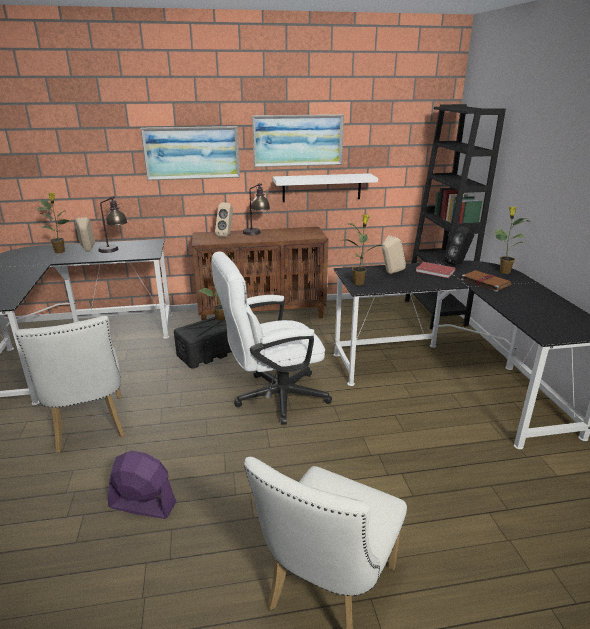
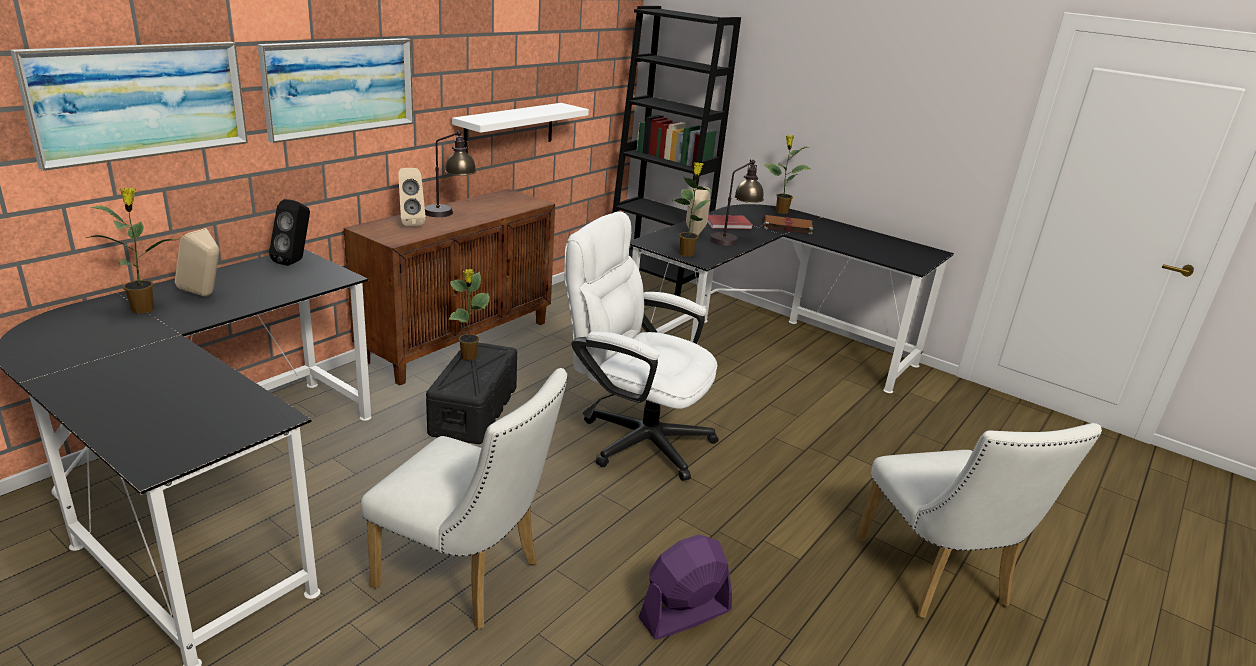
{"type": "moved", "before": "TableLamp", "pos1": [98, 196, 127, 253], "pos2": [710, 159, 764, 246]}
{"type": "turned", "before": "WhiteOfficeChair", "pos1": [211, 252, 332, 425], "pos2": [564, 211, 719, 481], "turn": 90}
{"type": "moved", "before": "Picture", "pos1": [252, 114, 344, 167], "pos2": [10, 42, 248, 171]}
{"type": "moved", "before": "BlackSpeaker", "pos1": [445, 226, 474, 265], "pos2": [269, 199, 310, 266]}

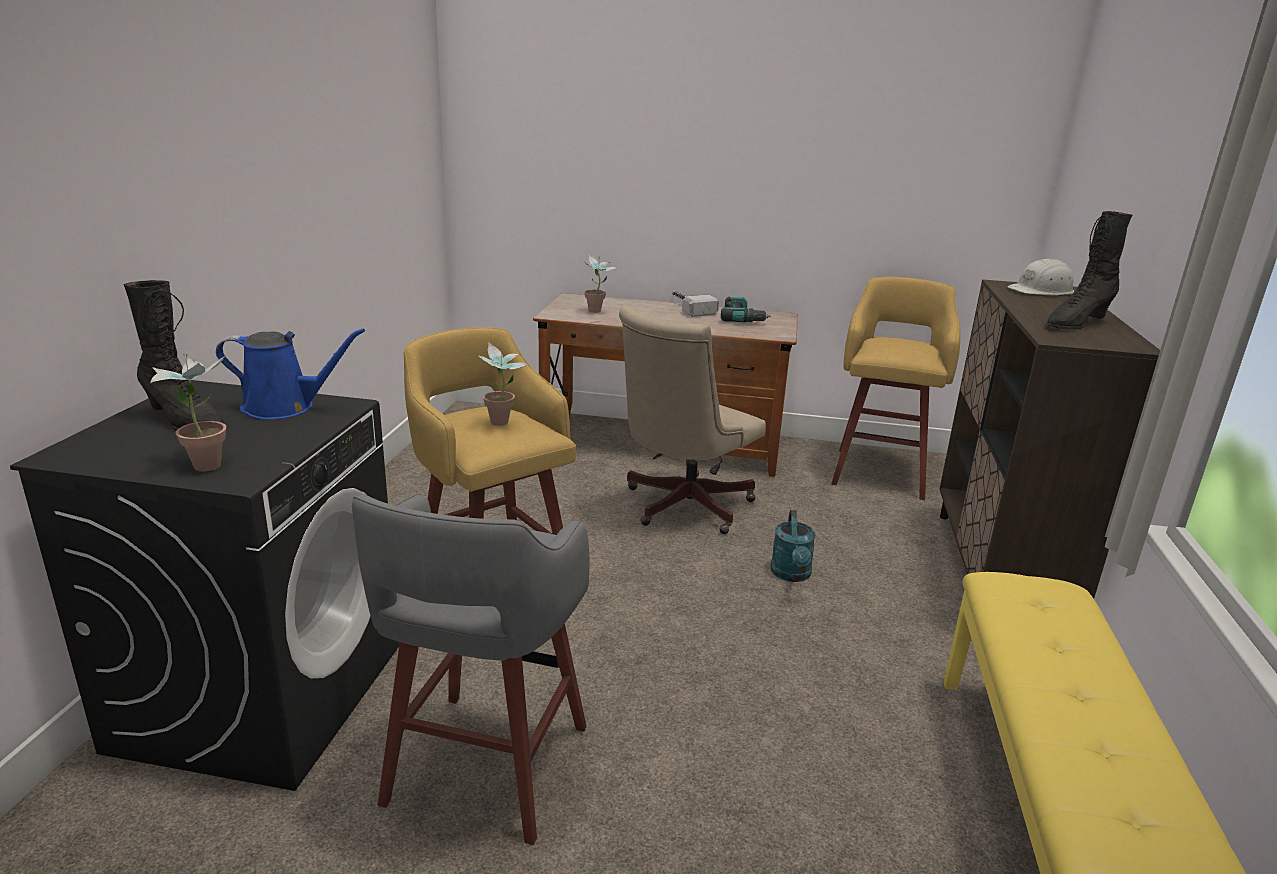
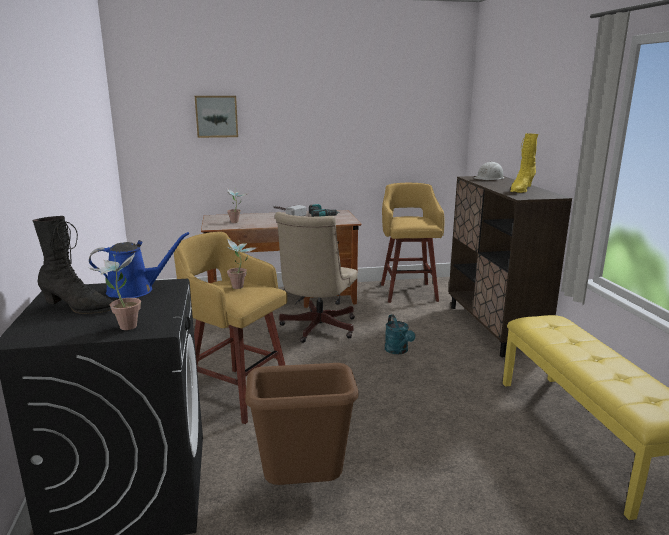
{"type": "replaced", "before": "GreyStool", "after": "BrownTrashCan", "pos1": [352, 494, 589, 845], "pos2": [245, 363, 359, 485]}
{"type": "recoloured", "before": "BlackBoot", "after": "YellowBoot", "pos1": [1045, 211, 1132, 330], "pos2": [510, 133, 538, 193]}
{"type": "added", "after": "Picture", "pos2": [195, 96, 238, 138]}

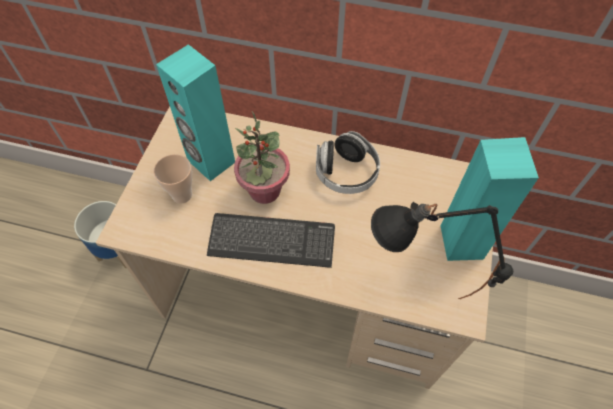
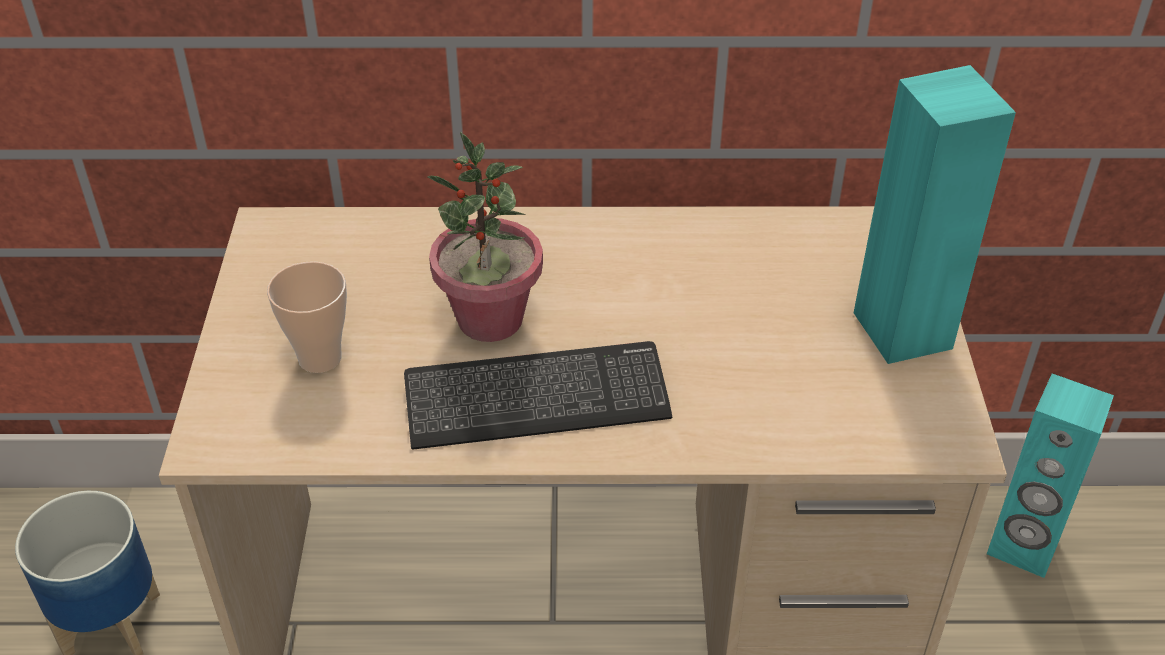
{"type": "moved", "before": "TurquoiseSpeaker", "pos1": [156, 44, 235, 181], "pos2": [987, 373, 1114, 578]}
{"type": "removed", "before": "Headphones", "pos1": [316, 131, 380, 194]}
{"type": "removed", "before": "BlackTableLamp", "pos1": [371, 202, 513, 299]}

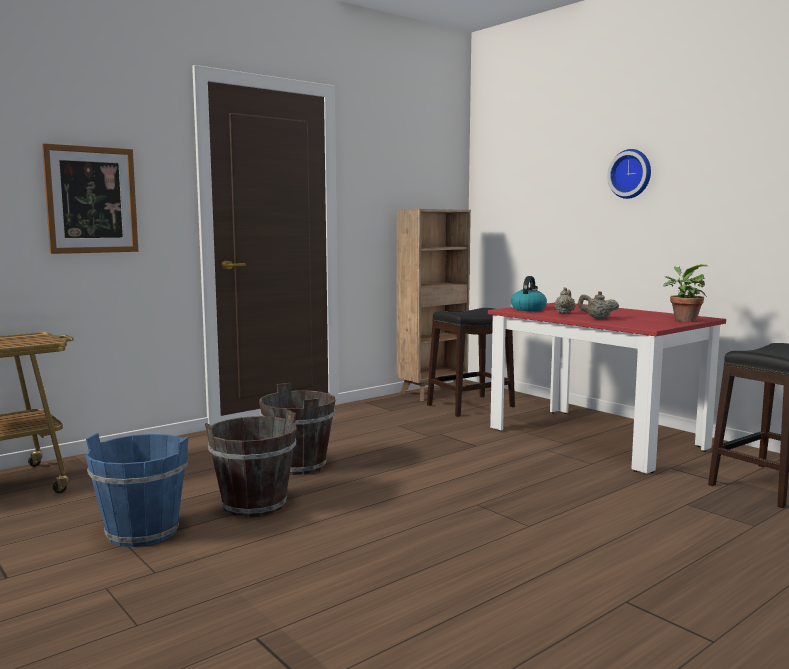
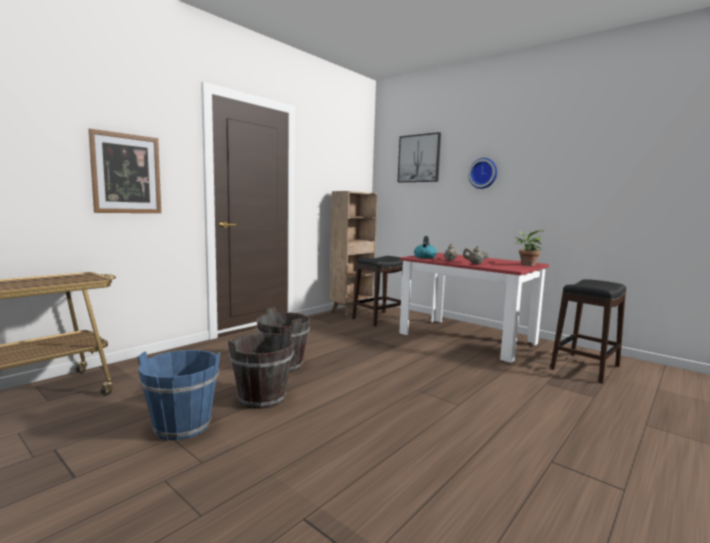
{"type": "added", "after": "Picture", "pos2": [398, 132, 441, 182]}

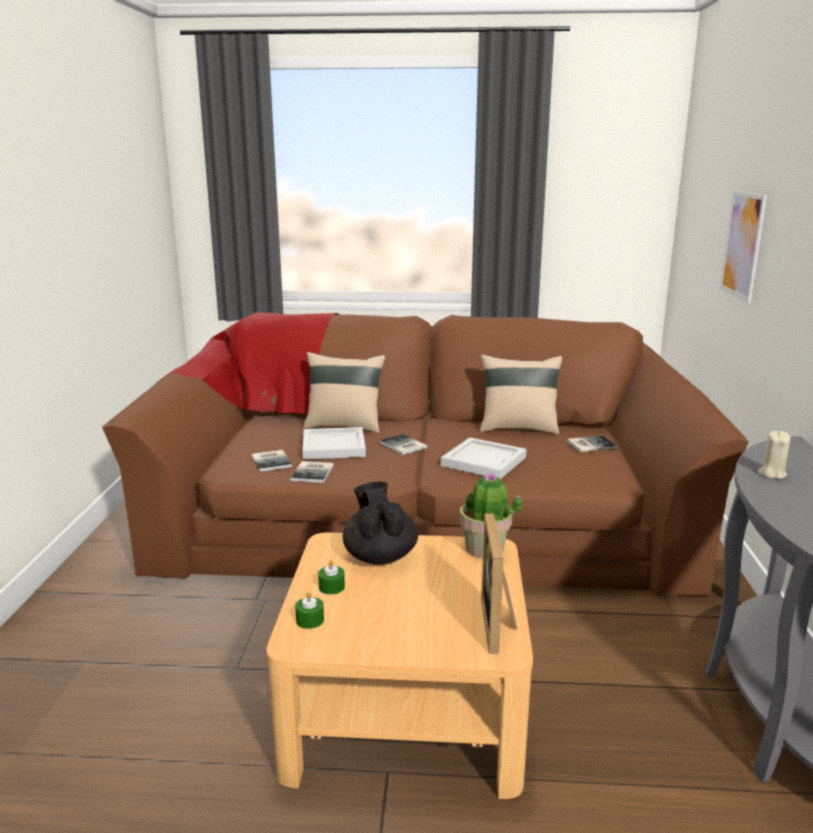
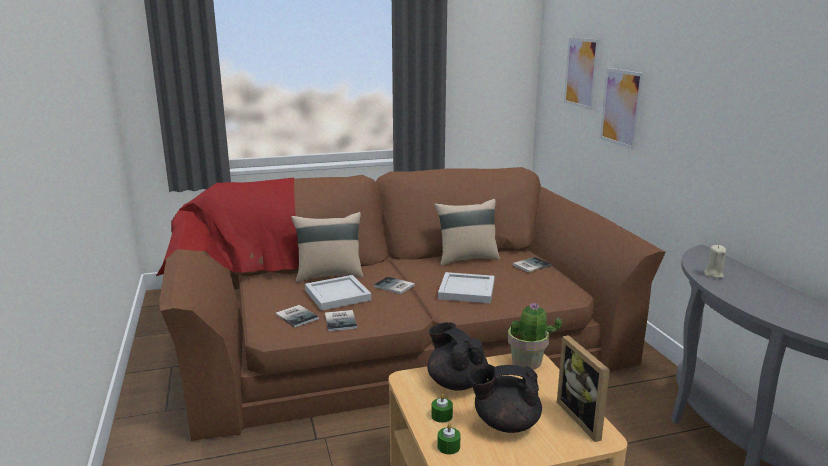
{"type": "added", "after": "BlackTeapot", "pos2": [469, 364, 542, 433]}
{"type": "added", "after": "Picture", "pos2": [564, 37, 600, 110]}

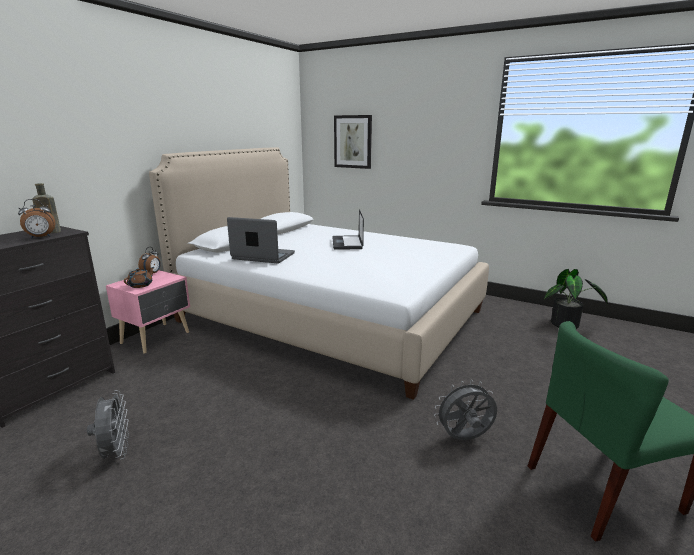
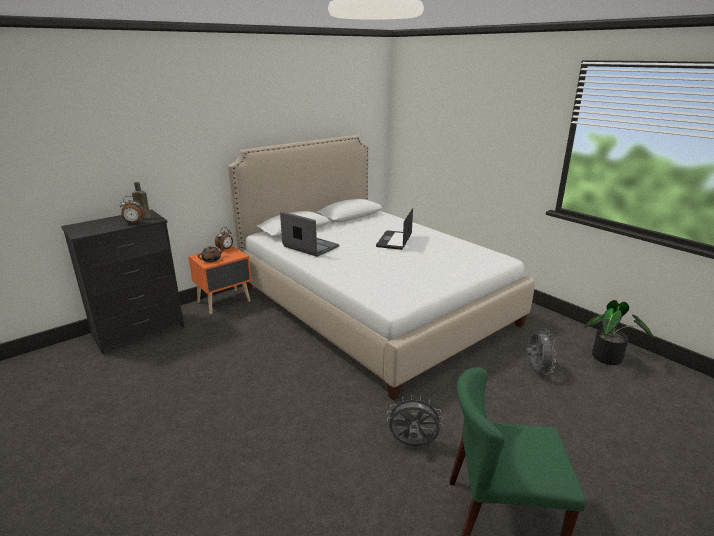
{"type": "moved", "before": "GreyFan", "pos1": [87, 390, 129, 460], "pos2": [526, 329, 556, 375]}
{"type": "recoloured", "before": "PinkNightstand", "after": "OrangeNightstand", "pos1": [106, 270, 190, 353], "pos2": [188, 246, 251, 314]}
{"type": "removed", "before": "Picture", "pos1": [334, 115, 372, 169]}

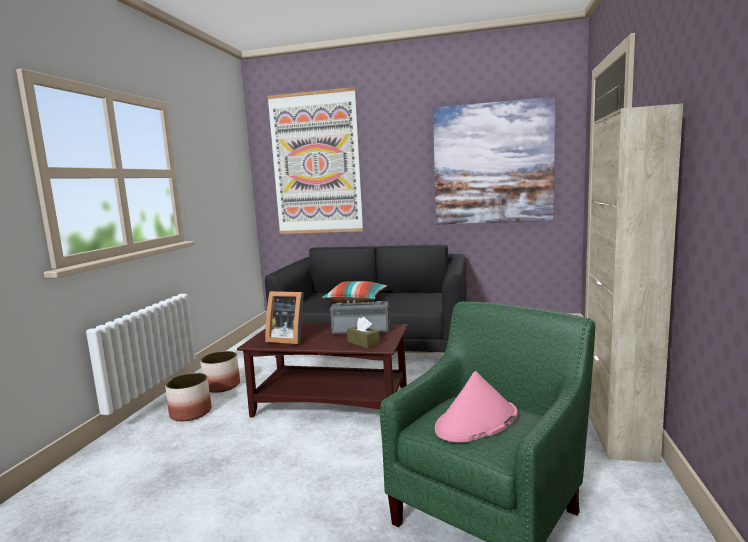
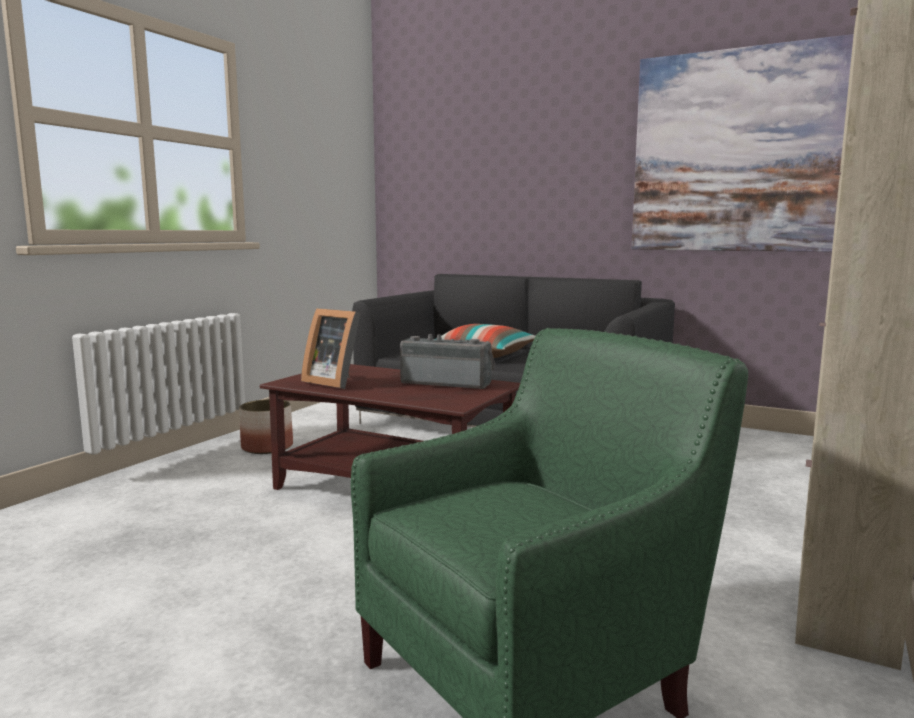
{"type": "removed", "before": "Planter", "pos1": [165, 373, 211, 421]}
{"type": "removed", "before": "Picture", "pos1": [267, 87, 363, 234]}
{"type": "removed", "before": "BrownTissueBox", "pos1": [347, 317, 380, 349]}
{"type": "removed", "before": "PinkHat", "pos1": [435, 371, 517, 443]}

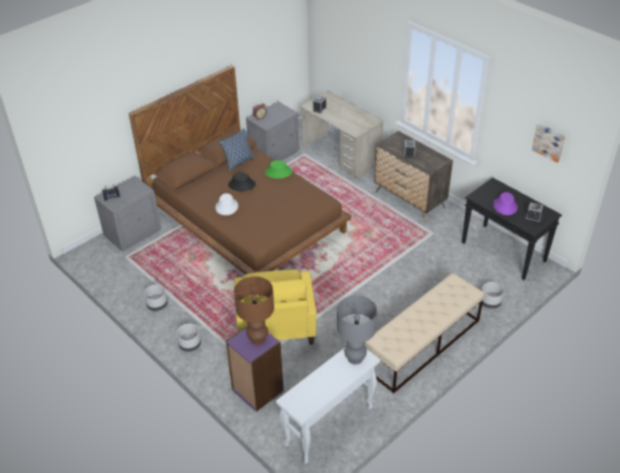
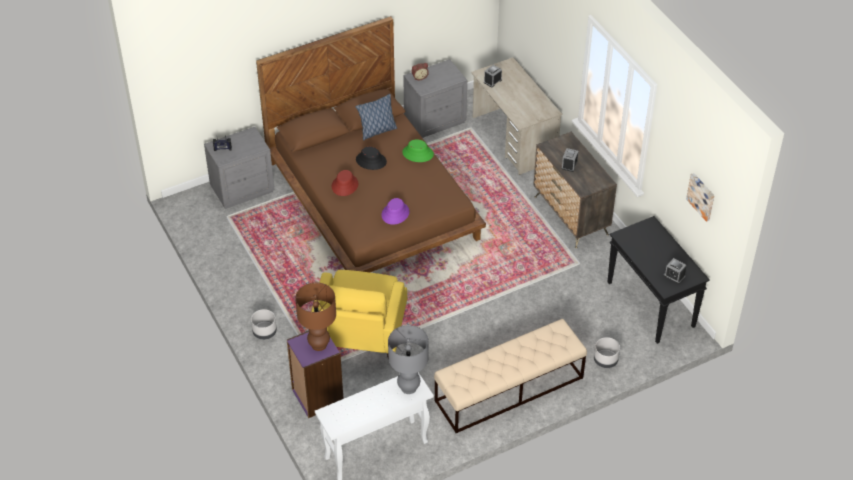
{"type": "removed", "before": "GreyPlanter", "pos1": [144, 284, 168, 311]}
{"type": "recoloured", "before": "WhiteHat", "after": "RedHat", "pos1": [215, 193, 238, 215], "pos2": [332, 170, 358, 196]}
{"type": "moved", "before": "PurpleHat", "pos1": [493, 192, 518, 215], "pos2": [382, 198, 409, 225]}

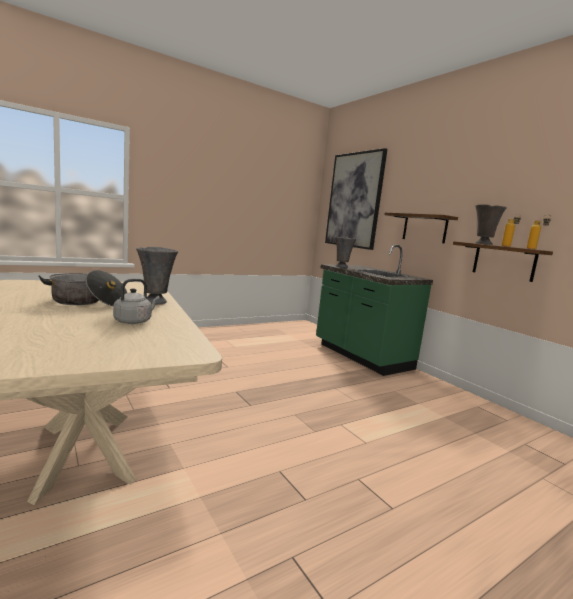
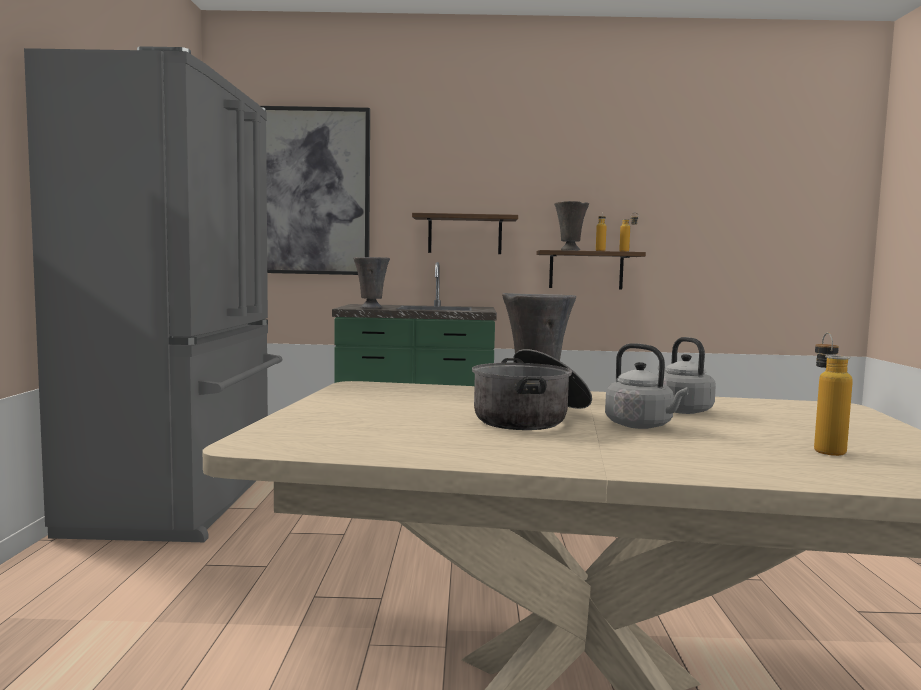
{"type": "added", "after": "GreyFridge", "pos2": [24, 46, 282, 542]}
{"type": "added", "after": "GreyKettle", "pos2": [605, 343, 689, 429]}
{"type": "added", "after": "Bottle", "pos2": [814, 332, 853, 456]}

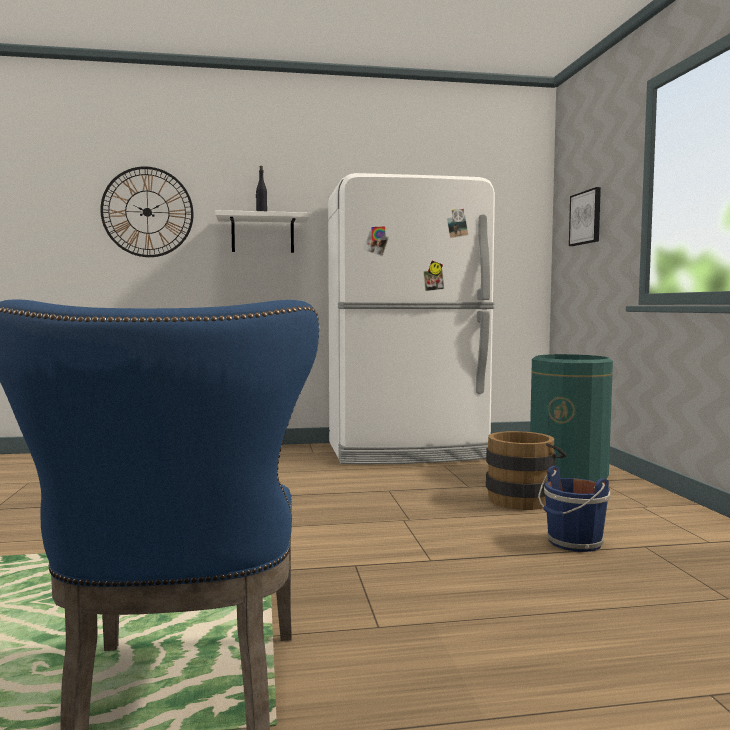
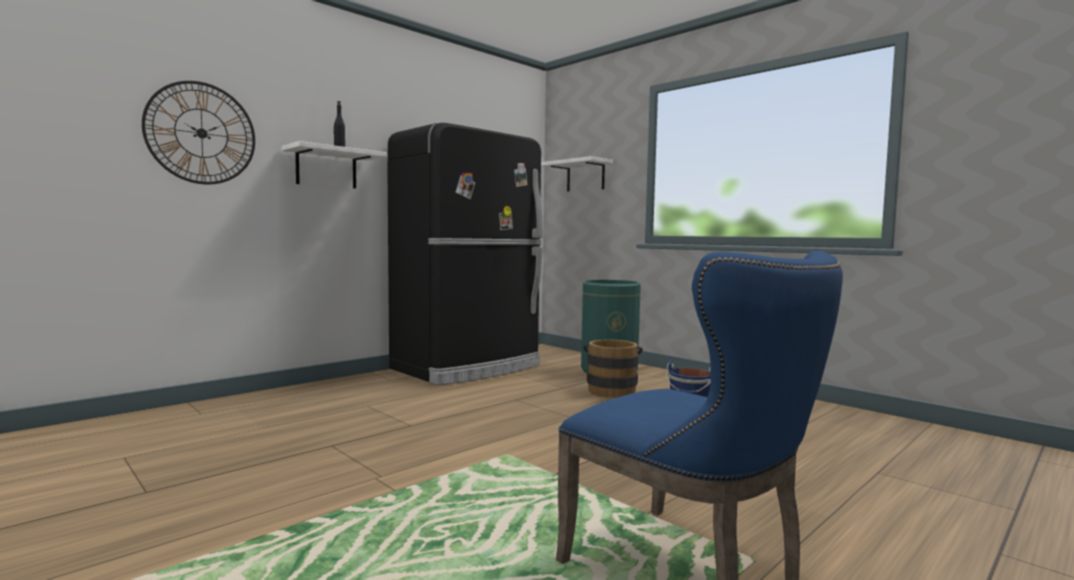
{"type": "recoloured", "before": "WhiteFridge", "after": "BlackFridge", "pos1": [328, 173, 495, 464], "pos2": [387, 123, 543, 385]}
{"type": "replaced", "before": "Picture", "after": "WhiteShelf", "pos1": [569, 187, 601, 246], "pos2": [541, 156, 613, 191]}

